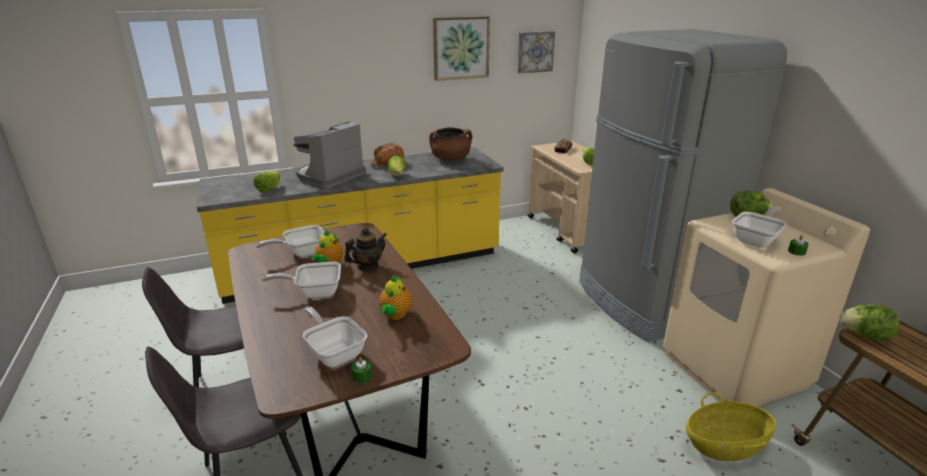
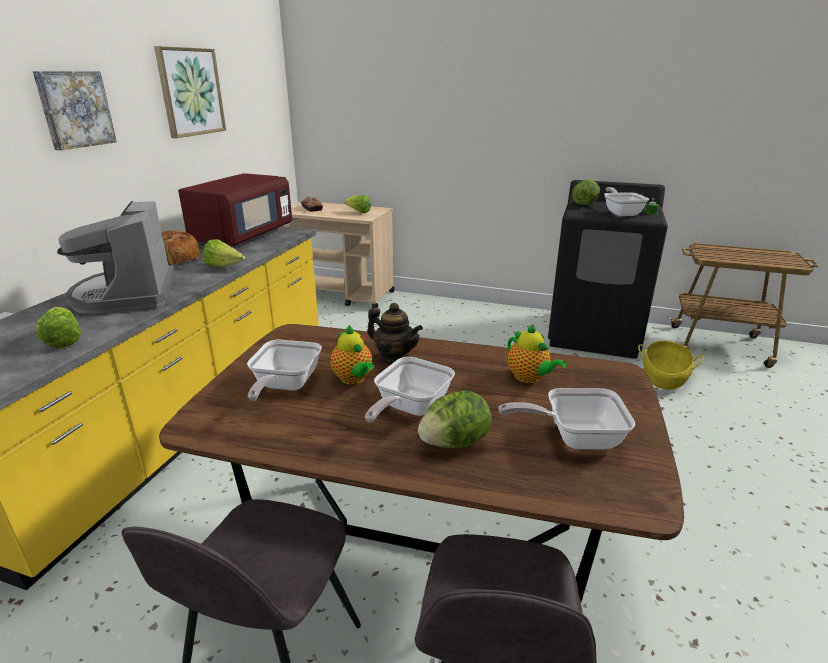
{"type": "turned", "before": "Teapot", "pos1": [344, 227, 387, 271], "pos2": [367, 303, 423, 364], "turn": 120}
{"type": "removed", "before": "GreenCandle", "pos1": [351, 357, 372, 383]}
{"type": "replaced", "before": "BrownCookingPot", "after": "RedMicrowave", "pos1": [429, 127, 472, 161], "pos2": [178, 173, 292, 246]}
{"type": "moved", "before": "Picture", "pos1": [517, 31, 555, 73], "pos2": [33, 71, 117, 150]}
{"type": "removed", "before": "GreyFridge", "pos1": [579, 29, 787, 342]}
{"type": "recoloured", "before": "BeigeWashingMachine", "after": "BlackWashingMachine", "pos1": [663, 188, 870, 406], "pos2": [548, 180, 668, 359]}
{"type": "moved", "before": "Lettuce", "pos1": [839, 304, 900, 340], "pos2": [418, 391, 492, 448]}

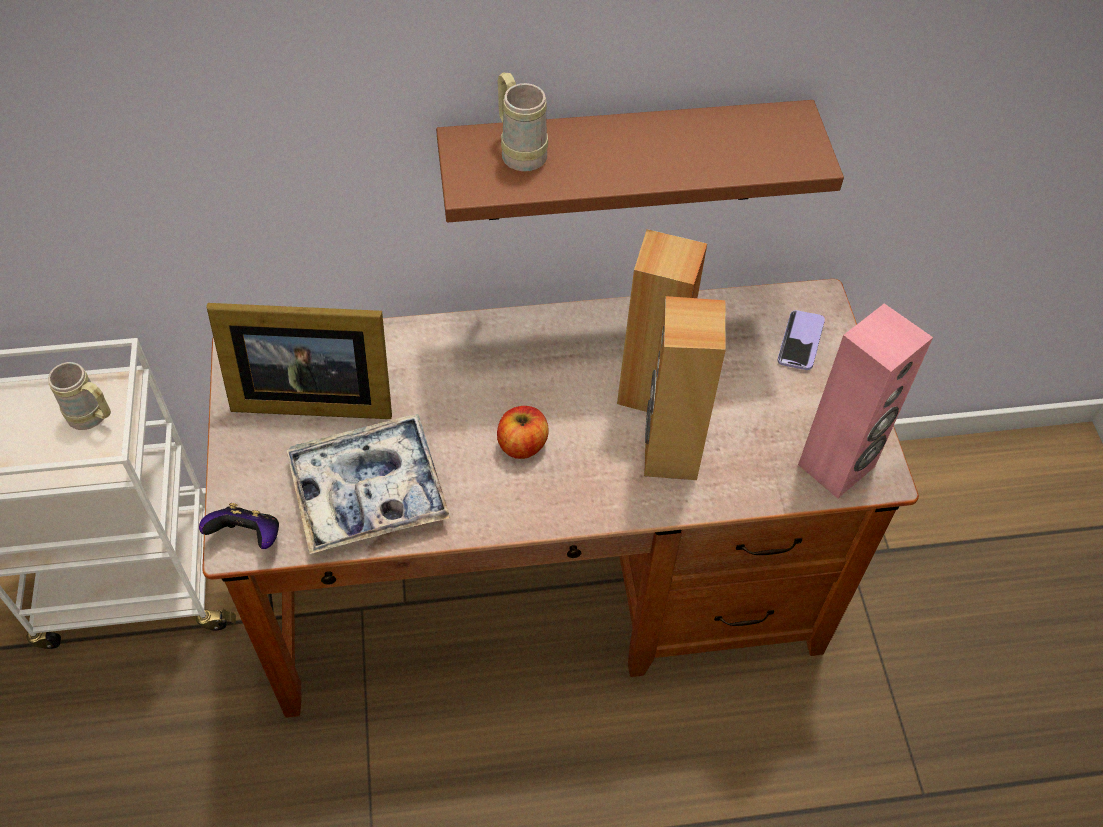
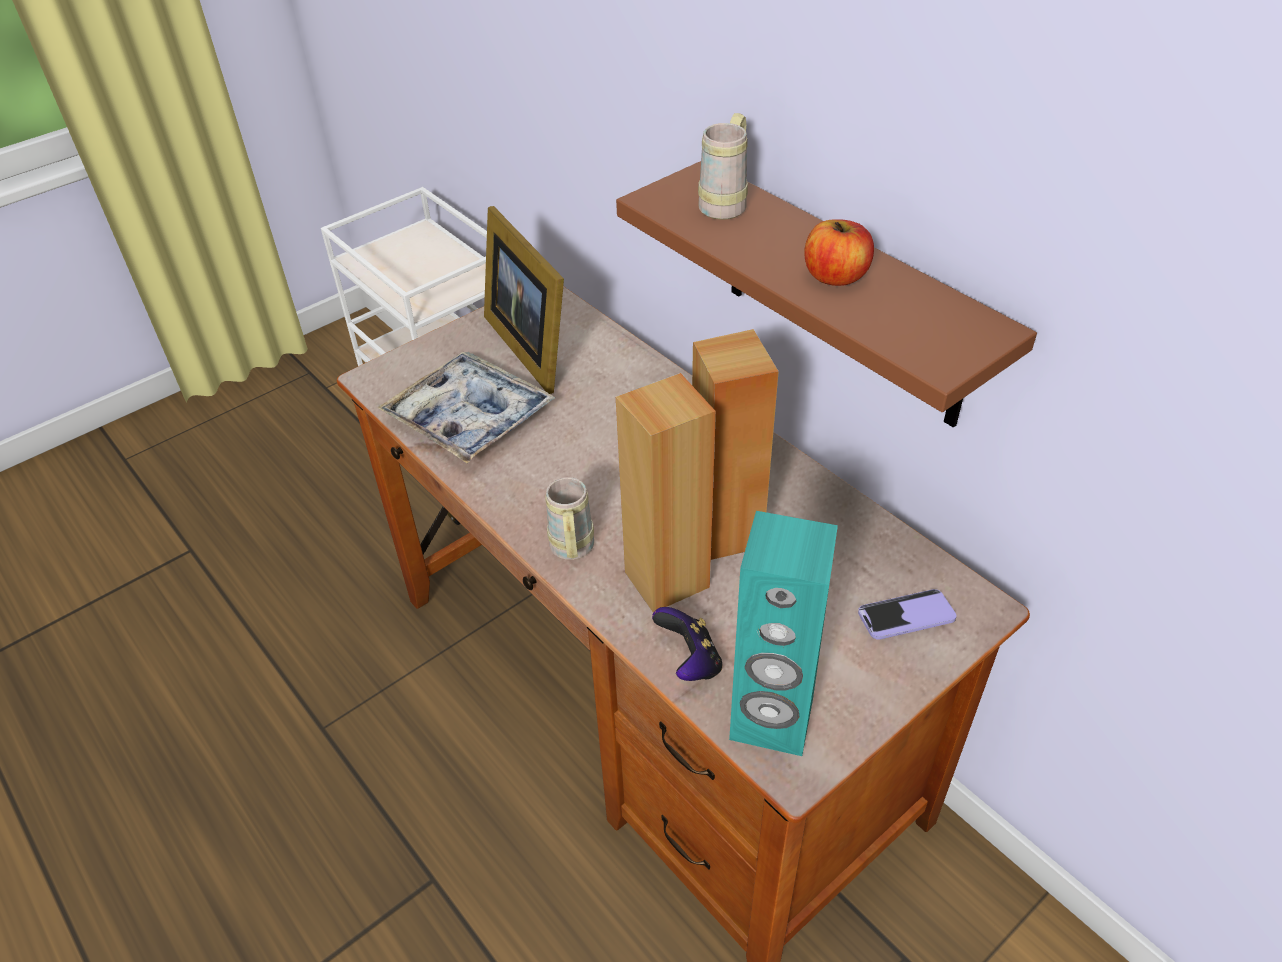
{"type": "moved", "before": "BeigeMug", "pos1": [48, 362, 111, 430], "pos2": [545, 477, 594, 560]}
{"type": "moved", "before": "GameController", "pos1": [199, 503, 279, 549], "pos2": [652, 607, 723, 681]}
{"type": "moved", "before": "Apple", "pos1": [497, 406, 549, 459], "pos2": [804, 220, 874, 286]}
{"type": "recoloured", "before": "PinkSpeaker", "after": "TurquoiseSpeaker", "pos1": [798, 303, 933, 498], "pos2": [729, 511, 838, 756]}

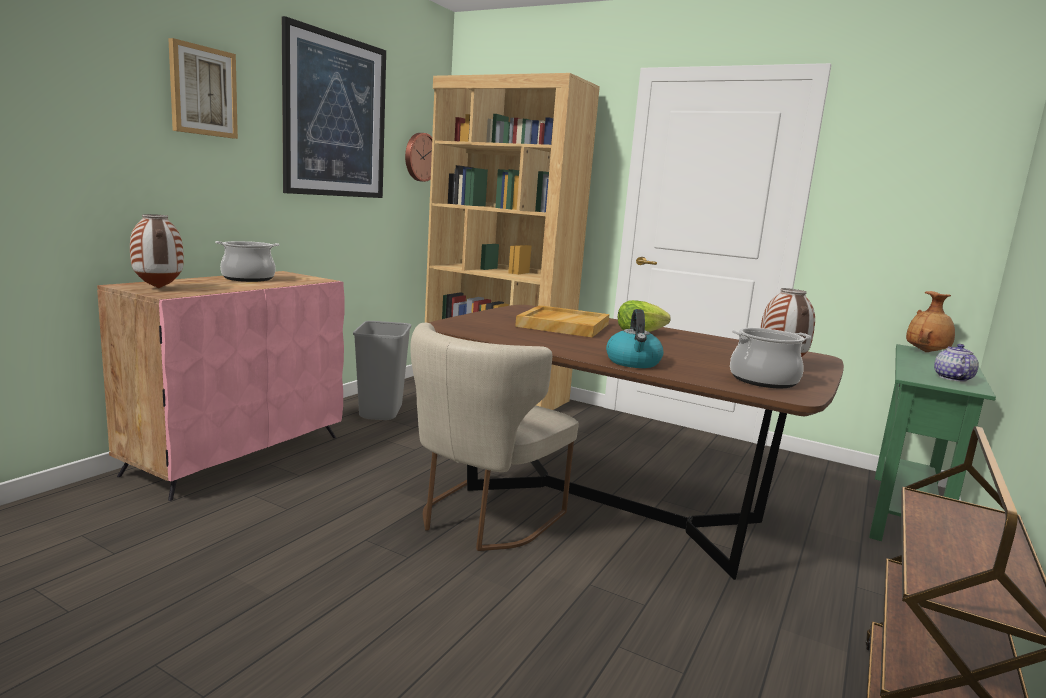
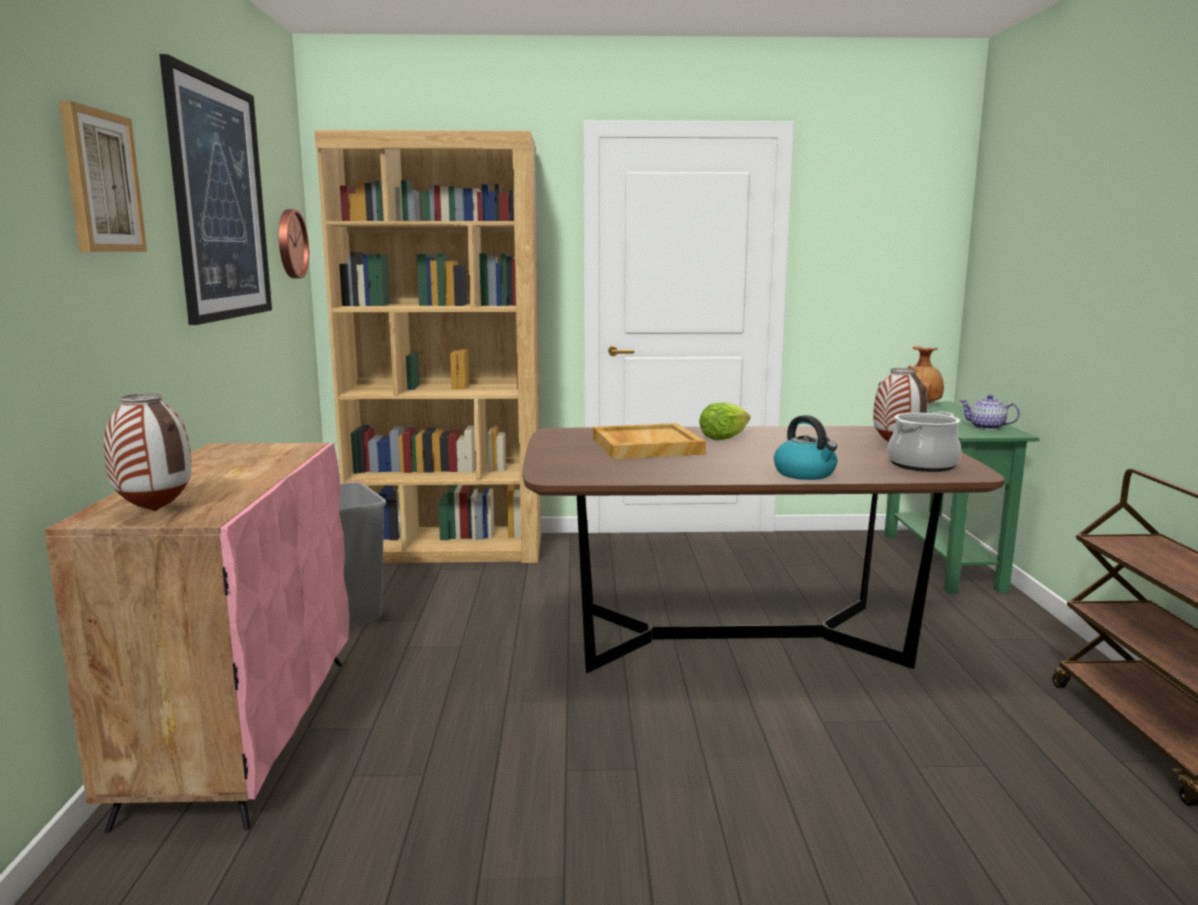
{"type": "removed", "before": "CookingPot", "pos1": [215, 241, 280, 282]}
{"type": "removed", "before": "BeigeChair", "pos1": [410, 323, 579, 551]}
{"type": "turned", "before": "Teapot", "pos1": [934, 344, 979, 382], "pos2": [960, 395, 1020, 430], "turn": -45}

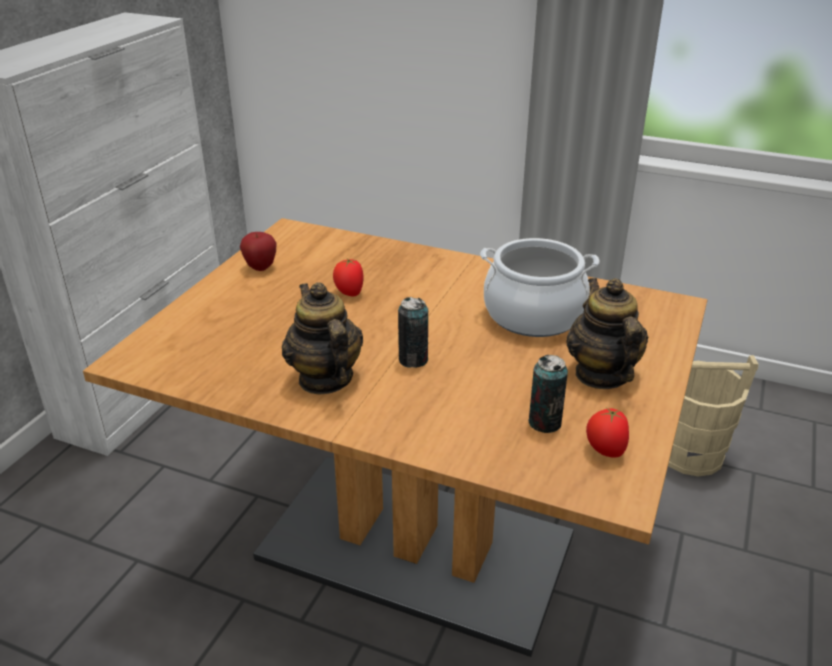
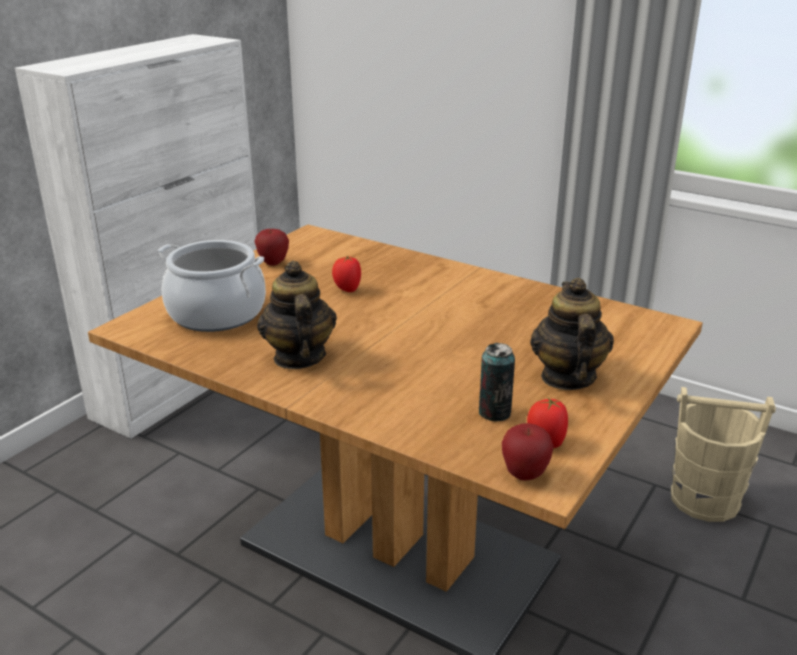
{"type": "removed", "before": "Can", "pos1": [398, 297, 428, 368]}
{"type": "moved", "before": "CookingPot", "pos1": [480, 238, 600, 337], "pos2": [157, 240, 266, 332]}
{"type": "added", "after": "Apple", "pos2": [502, 423, 554, 481]}

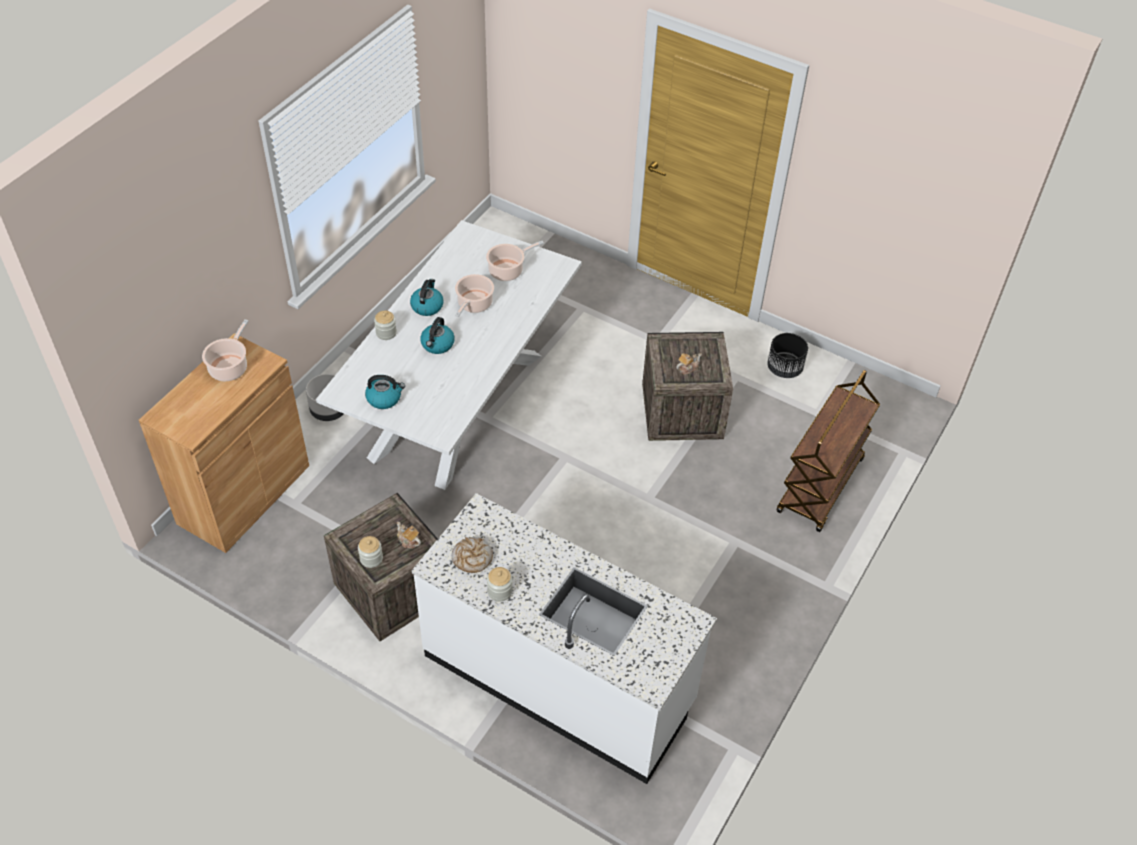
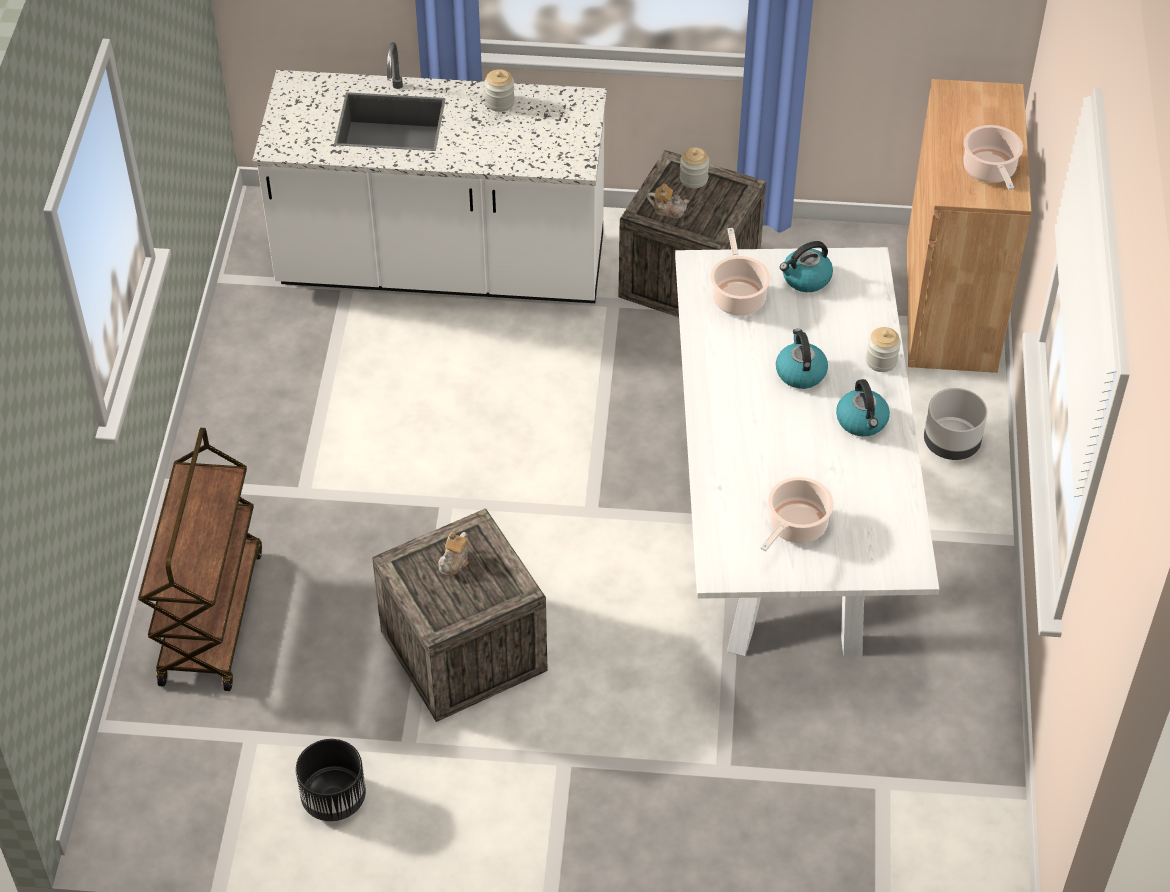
{"type": "removed", "before": "Bread", "pos1": [452, 537, 493, 573]}
{"type": "moved", "before": "CookingPot", "pos1": [455, 274, 494, 317], "pos2": [710, 228, 770, 316]}

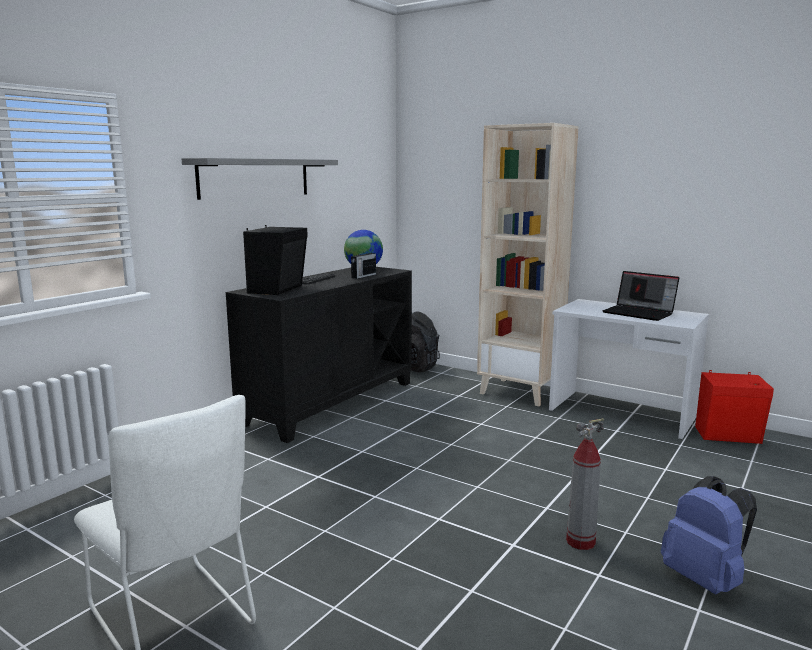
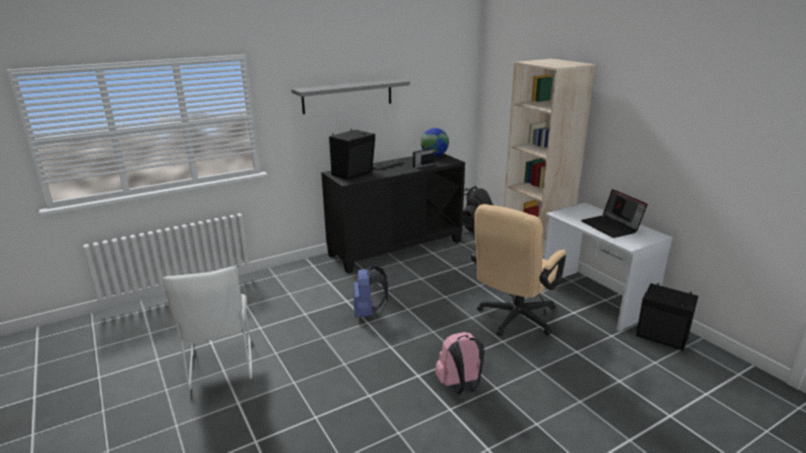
{"type": "replaced", "before": "FireExtinguisher", "after": "PinkBackpack", "pos1": [566, 418, 604, 550], "pos2": [435, 332, 485, 395]}
{"type": "moved", "before": "BlueBackpack", "pos1": [661, 476, 757, 594], "pos2": [353, 266, 388, 318]}
{"type": "recoloured", "before": "RedSpeaker", "after": "BlackSpeaker", "pos1": [695, 370, 774, 444], "pos2": [636, 283, 698, 351]}
{"type": "added", "after": "BeigeOfficeChair", "pos2": [471, 204, 566, 336]}

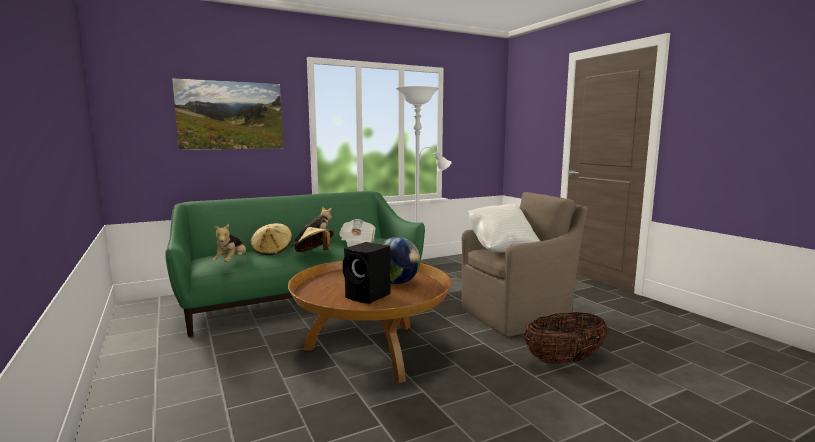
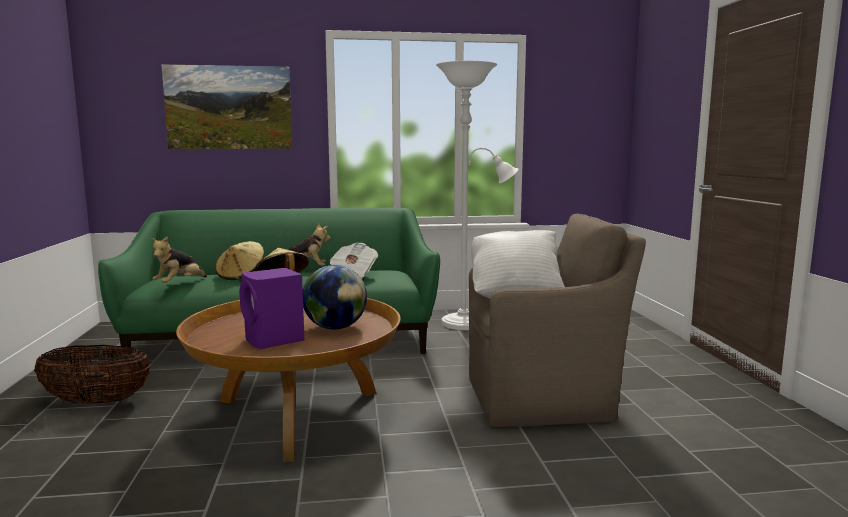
{"type": "recoloured", "before": "BlackSpeaker", "after": "PurpleSpeaker", "pos1": [343, 242, 391, 304], "pos2": [239, 268, 305, 349]}
{"type": "moved", "before": "Basket", "pos1": [524, 312, 607, 364], "pos2": [34, 345, 150, 404]}

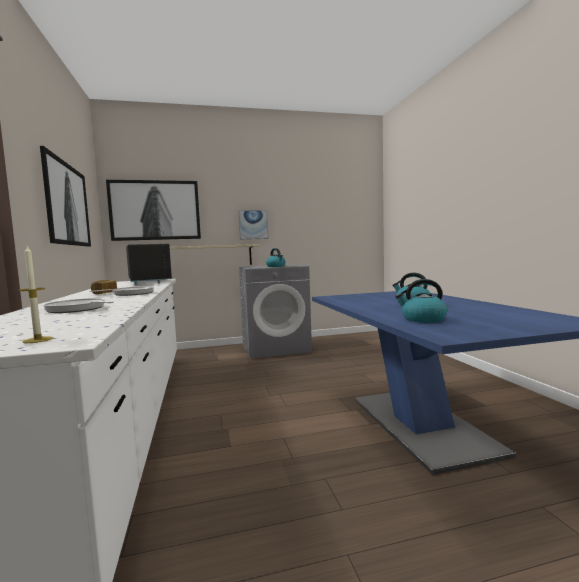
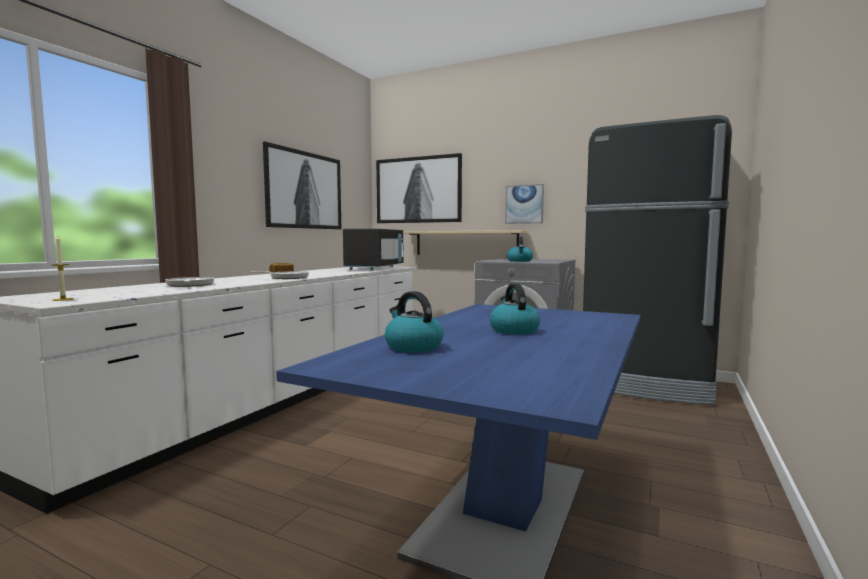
{"type": "added", "after": "BlackFridge", "pos2": [583, 115, 732, 405]}

